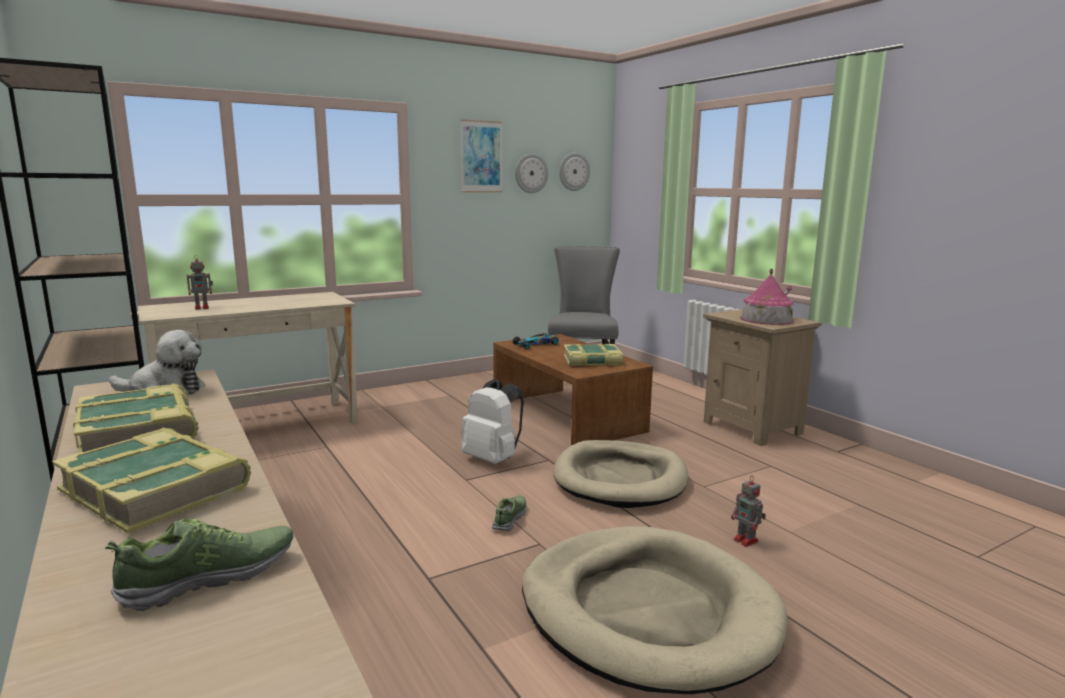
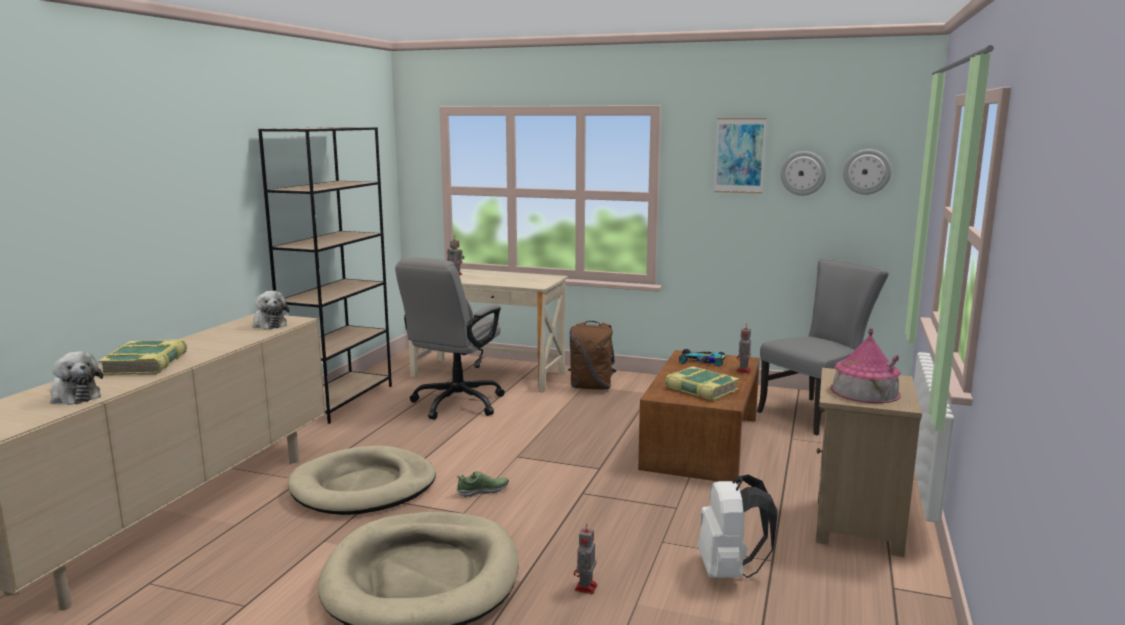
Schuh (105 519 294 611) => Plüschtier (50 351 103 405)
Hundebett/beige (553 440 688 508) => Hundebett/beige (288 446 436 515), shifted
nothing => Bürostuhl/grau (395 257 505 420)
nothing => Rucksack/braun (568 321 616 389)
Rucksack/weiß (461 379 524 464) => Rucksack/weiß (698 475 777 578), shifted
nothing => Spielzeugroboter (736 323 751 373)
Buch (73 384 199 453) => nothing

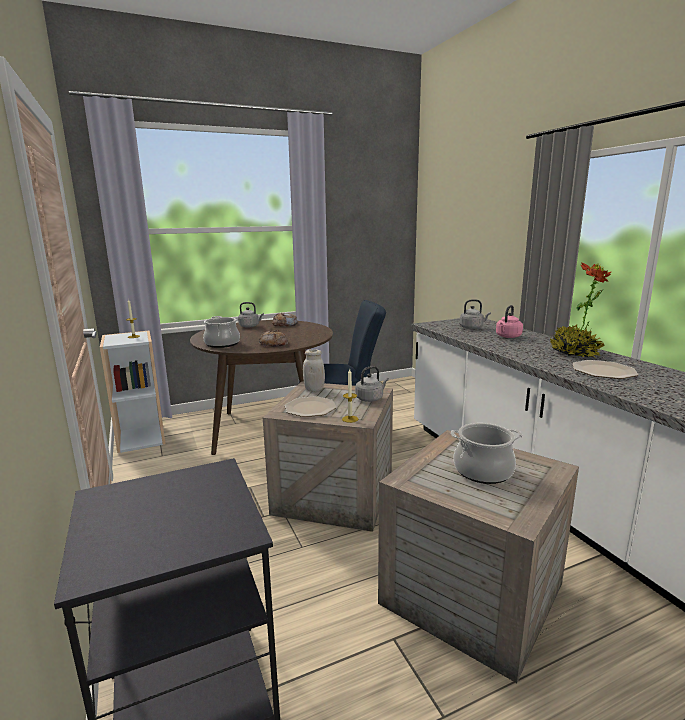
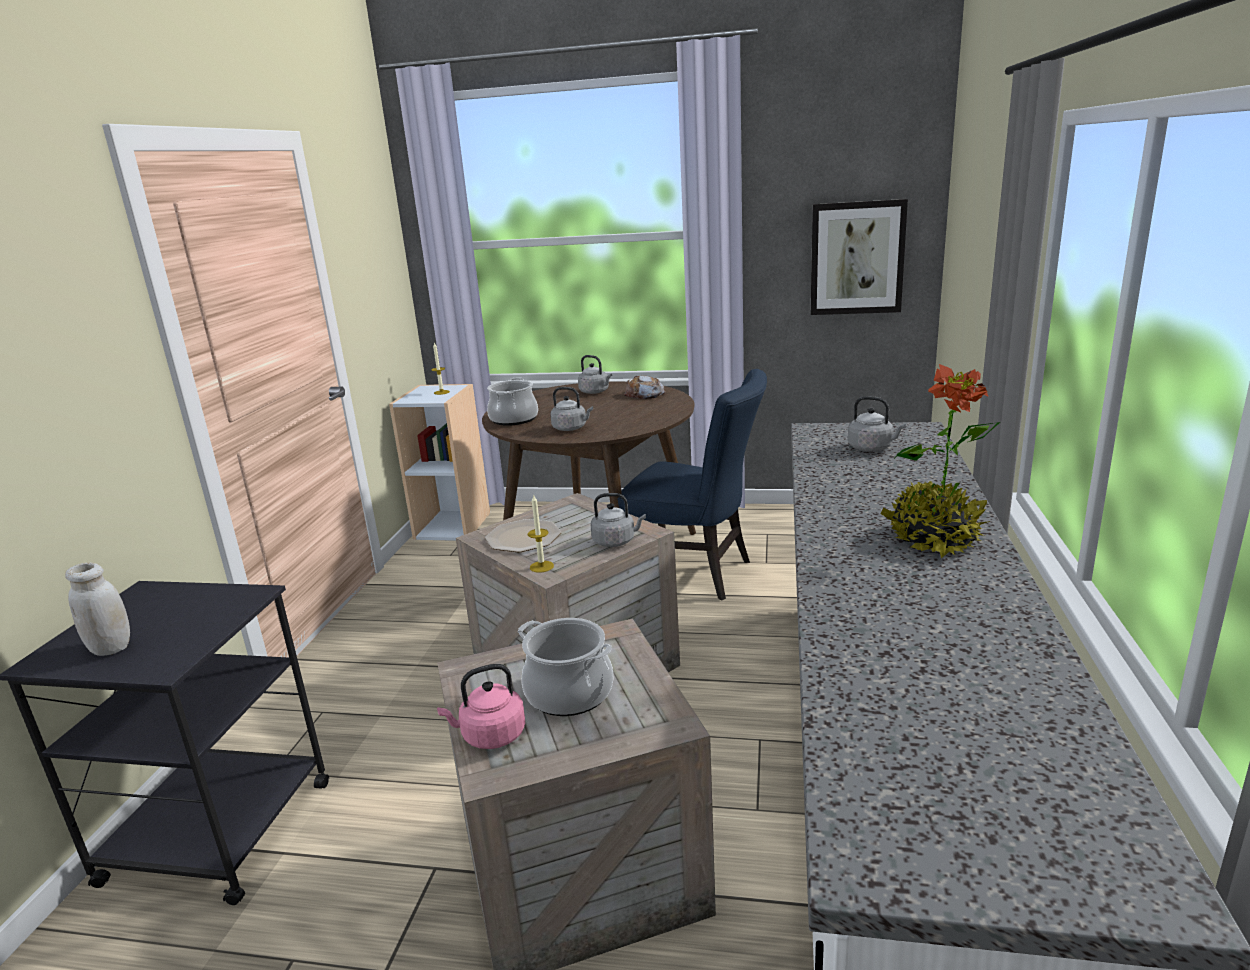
Vorratsglas/weiß (303 349 325 391) => Vorratsglas/weiß (65 562 130 656), shifted
Wasserkessel/rosa (496 305 523 338) => Wasserkessel/rosa (437 664 525 749), shifted
Brot (259 330 288 347) => Wasserkessel/grau (550 387 593 431)
nothing => Bild (811 199 908 315)
Teller (572 360 638 379) => nothing

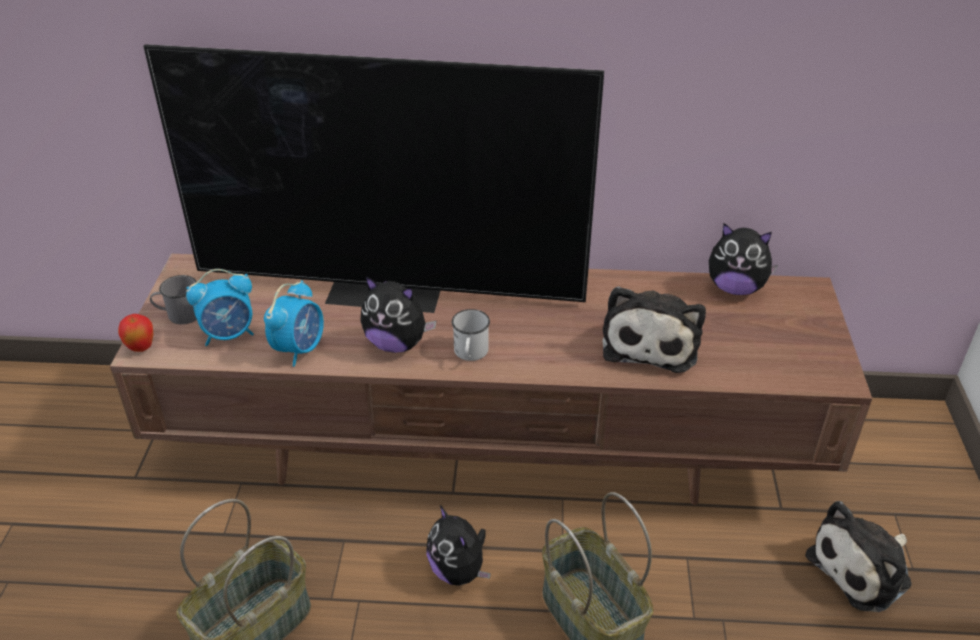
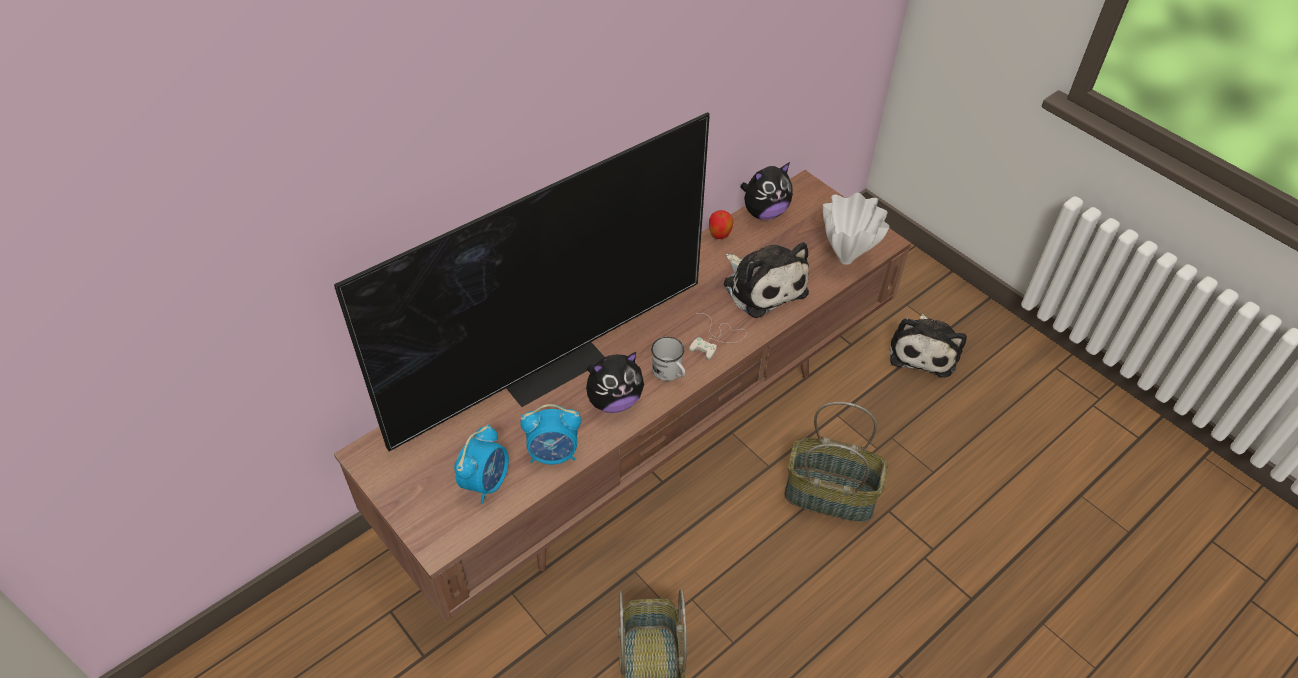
Wecker (264 280 324 367) => Wecker (520 404 581 464), 105 degrees clockwise
nothing => Gamepad/weiß (689 313 747 360)
Apfel (118 314 154 352) => Apfel (709 210 733 239), shifted
nothing => Vase/weiß (823 193 890 265)
Henkelbecher/grau (150 275 197 324) => nothing
Plüschtier (426 505 491 586) => nothing

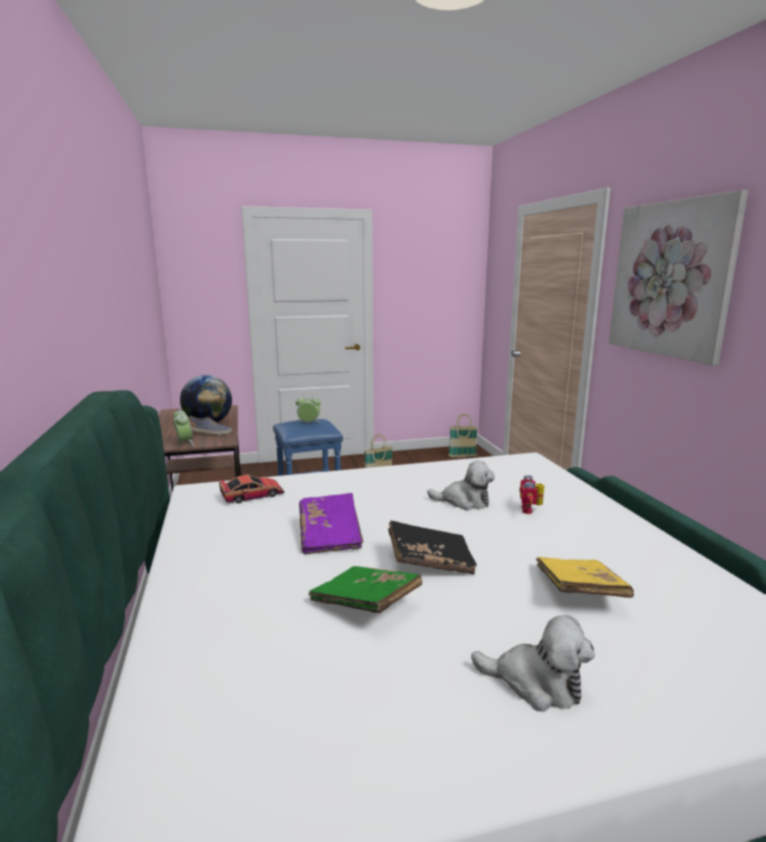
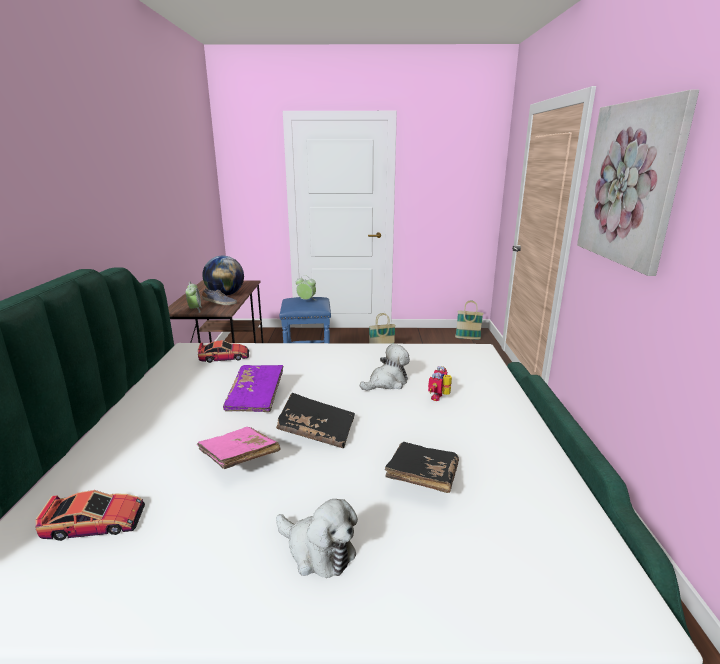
nothing => Spielzeugauto (35 490 145 541)
Buch/grün (308 566 422 613) => Buch/rosa (197 427 280 469)
Plüschtier (427 460 495 510) => Plüschtier (360 344 410 391), 60 degrees counterclockwise
Buch/gelb (536 557 634 598) => Buch/schwarz (385 442 459 493)

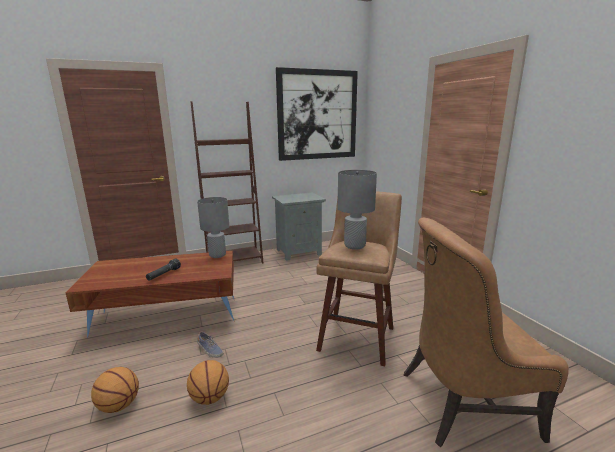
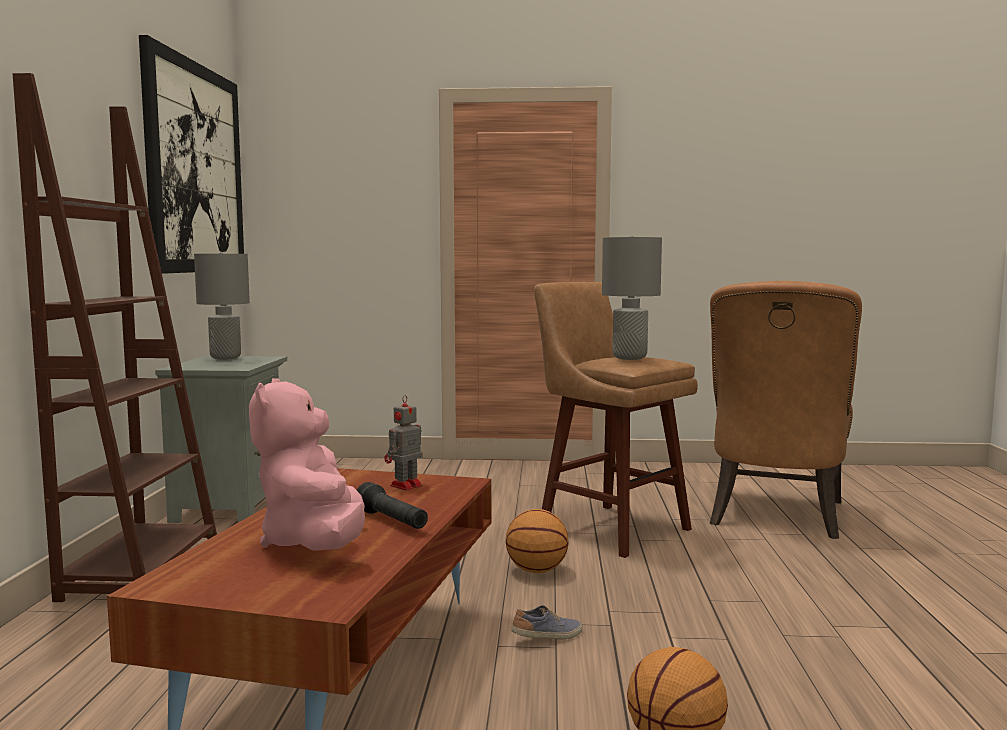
Tischlampe/grau (197 197 229 258) => Tischlampe/grau (194 252 250 360), shifted
nothing => Plüschtier/rosa (249 378 365 551)
nothing => Spielzeugroboter (385 395 422 491)
Basketball (187 360 229 405) => Basketball (506 509 568 573), shifted

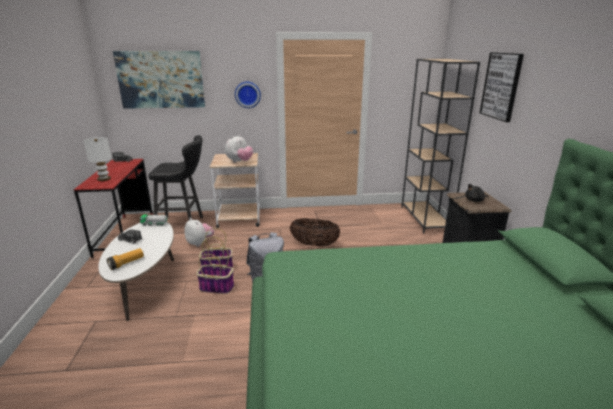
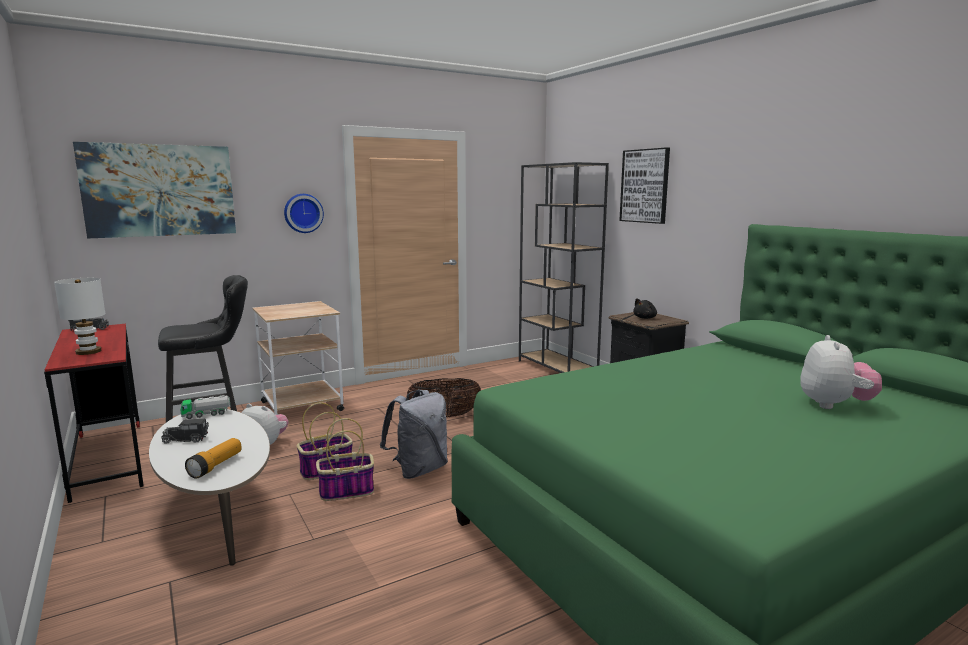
Plüschtier (225 135 253 163) => Plüschtier (800 335 882 409), shifted

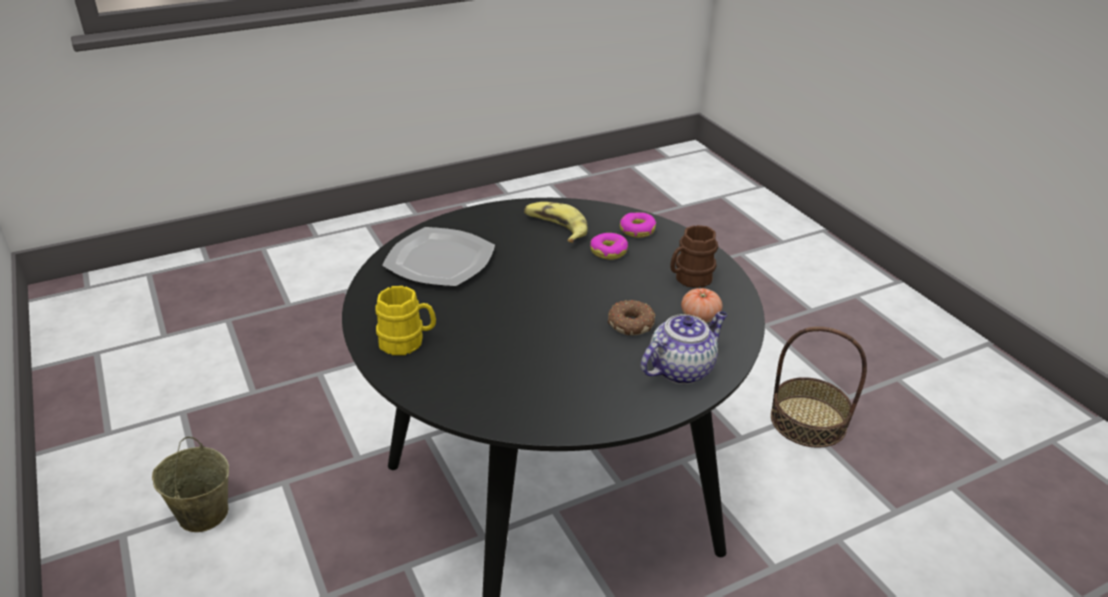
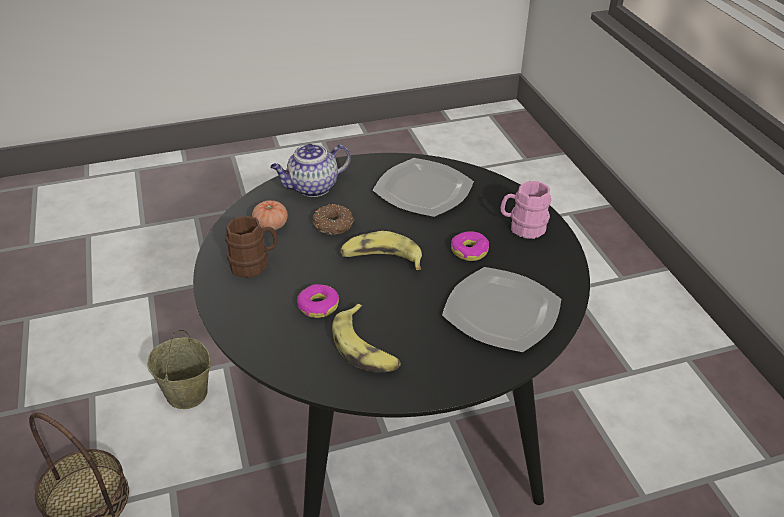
Eimer/beige (152 437 229 532) => Eimer/beige (147 330 211 409), shifted
nothing => Banane (340 231 422 270)
nothing => Teller (373 158 474 217)
Donut (620 212 656 238) => Donut (451 231 489 261), shifted
Henkelbecher/gelb (375 286 436 355) => Henkelbecher/rosa (500 181 551 239)

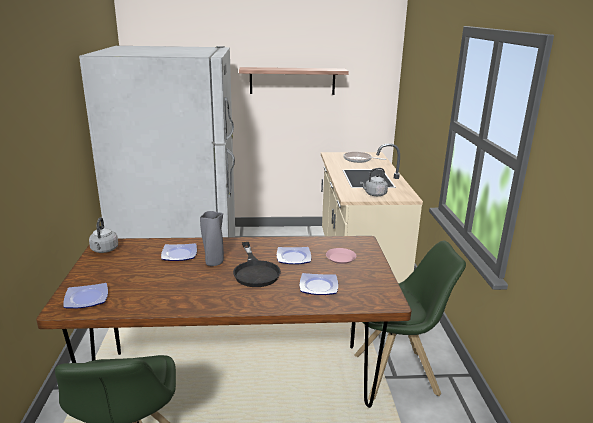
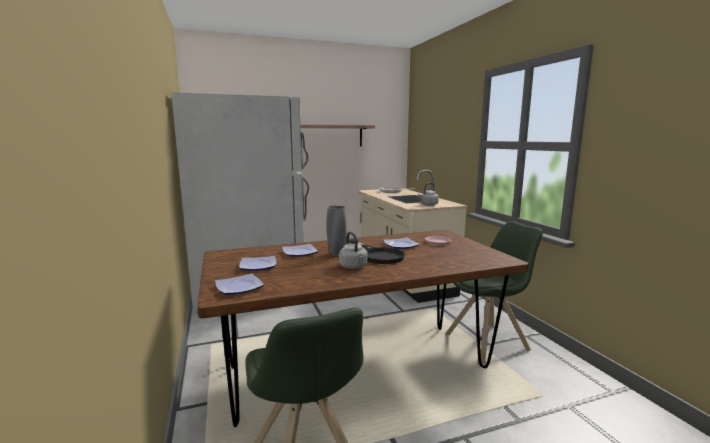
Teller (300 273 338 295) => Teller (239 256 277 271), shifted
Wasserkessel/grau (89 217 118 253) => Wasserkessel/grau (339 232 367 269), shifted

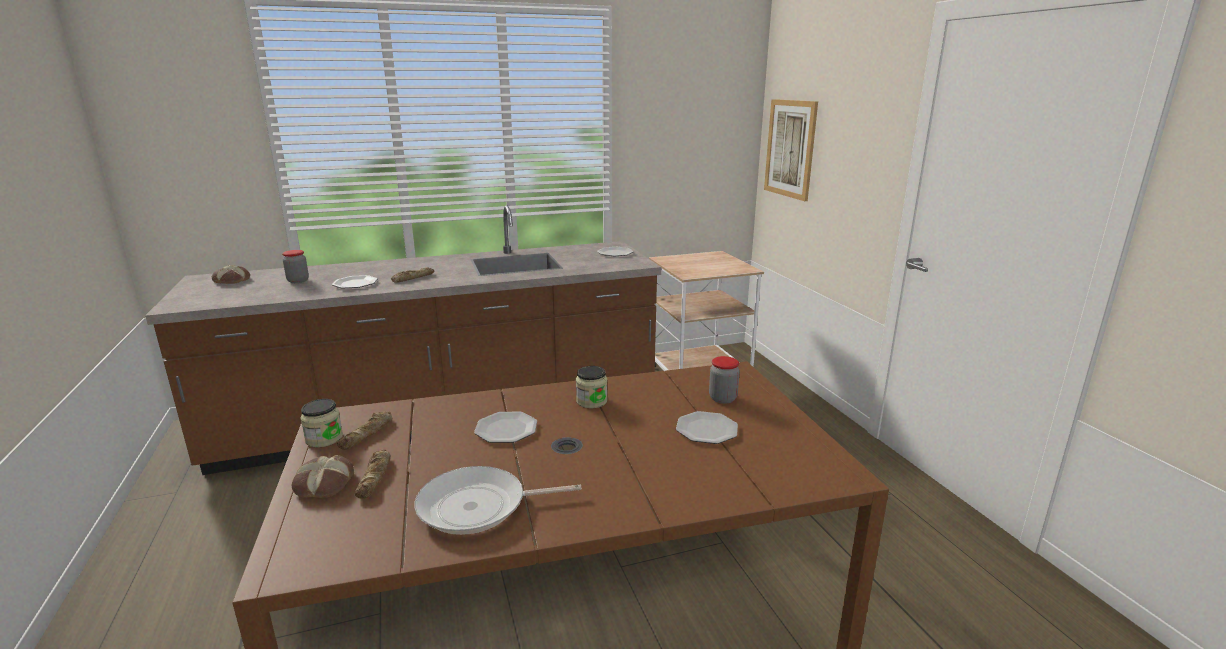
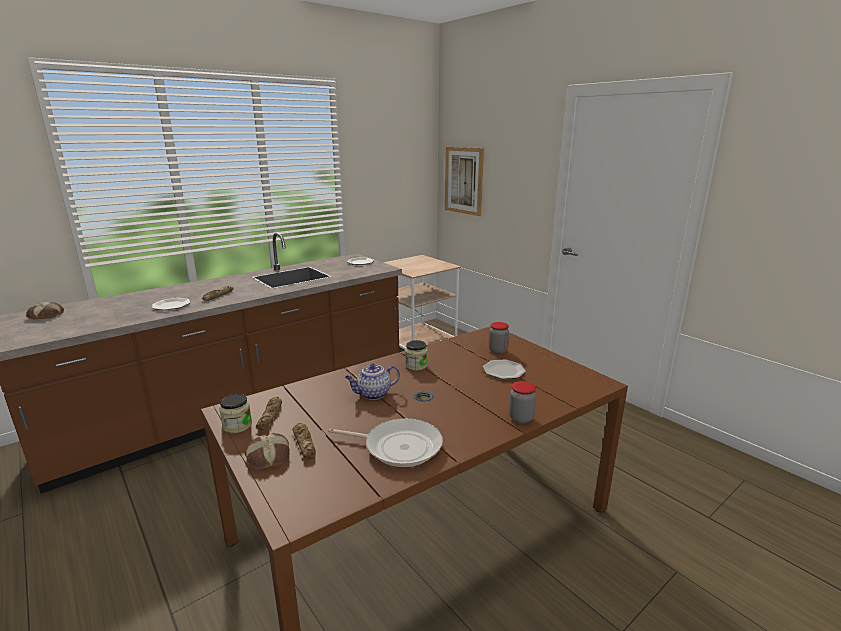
Pfanne (415 466 582 535) => Pfanne (328 418 443 467), 135 degrees counterclockwise
Teller (474 412 537 443) => Teekanne (345 364 400 400)
Vorratsglas (282 250 309 283) => Vorratsglas (509 381 536 423), shifted

